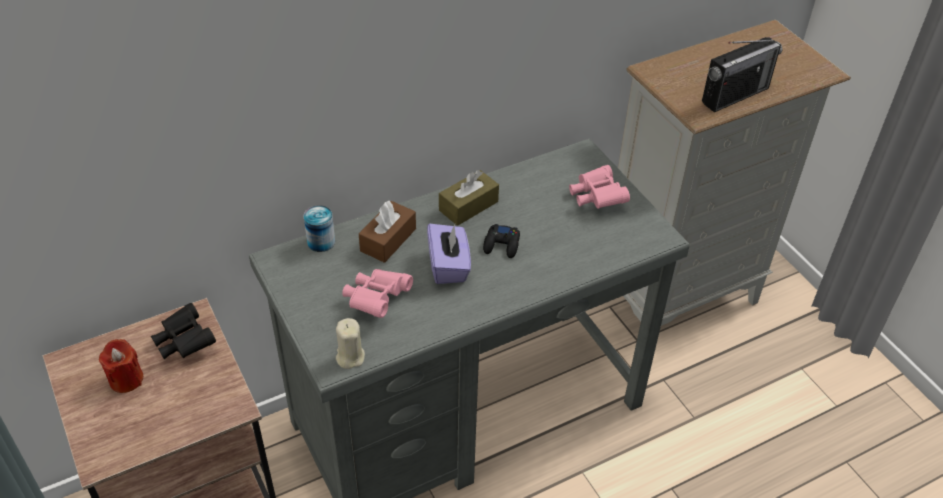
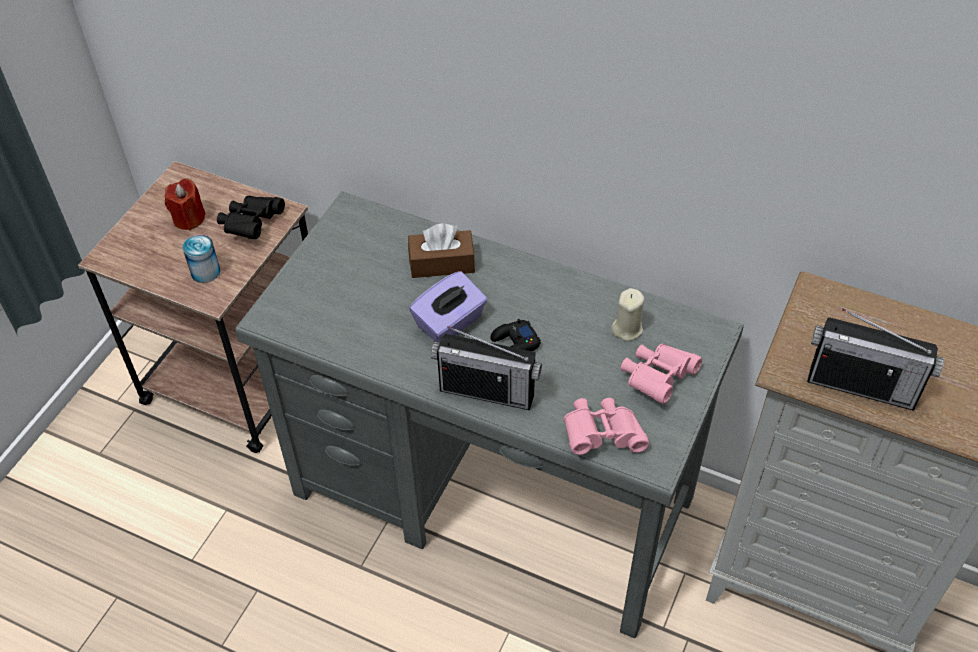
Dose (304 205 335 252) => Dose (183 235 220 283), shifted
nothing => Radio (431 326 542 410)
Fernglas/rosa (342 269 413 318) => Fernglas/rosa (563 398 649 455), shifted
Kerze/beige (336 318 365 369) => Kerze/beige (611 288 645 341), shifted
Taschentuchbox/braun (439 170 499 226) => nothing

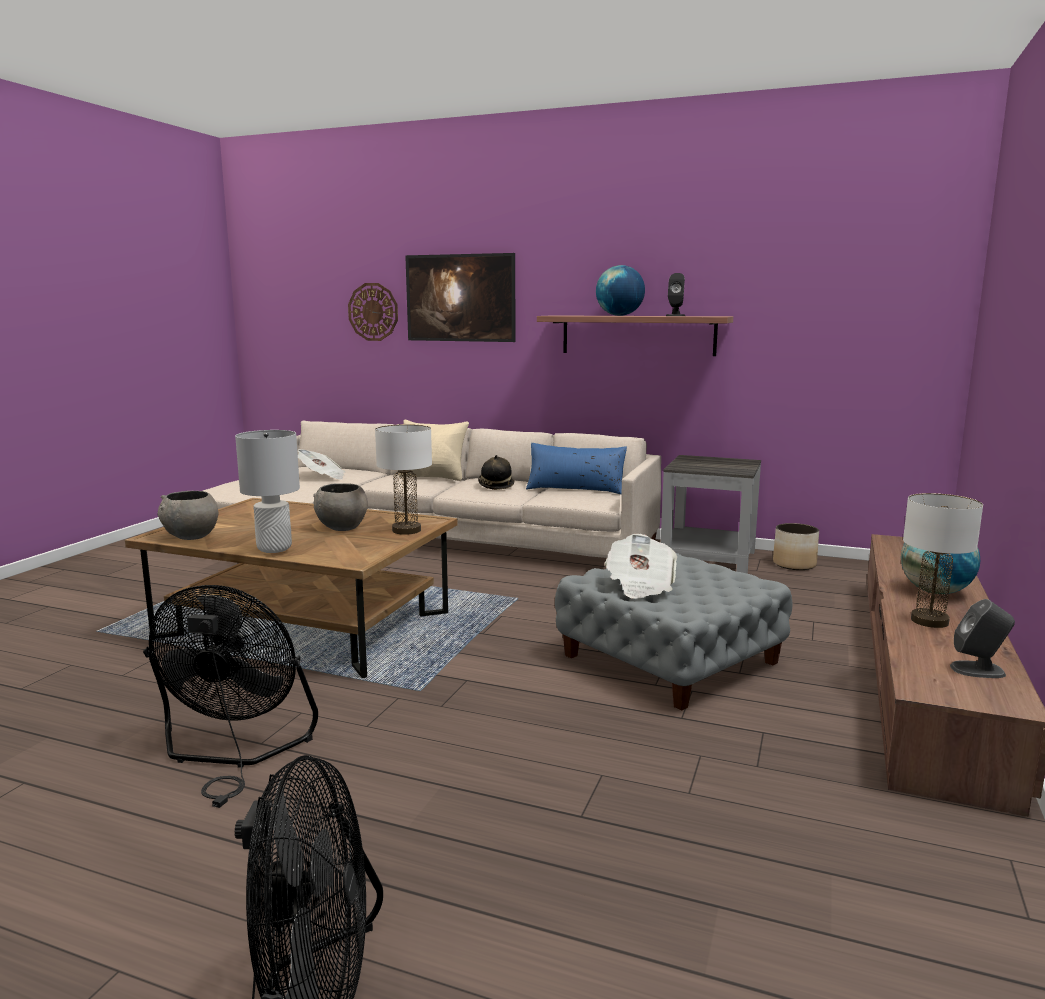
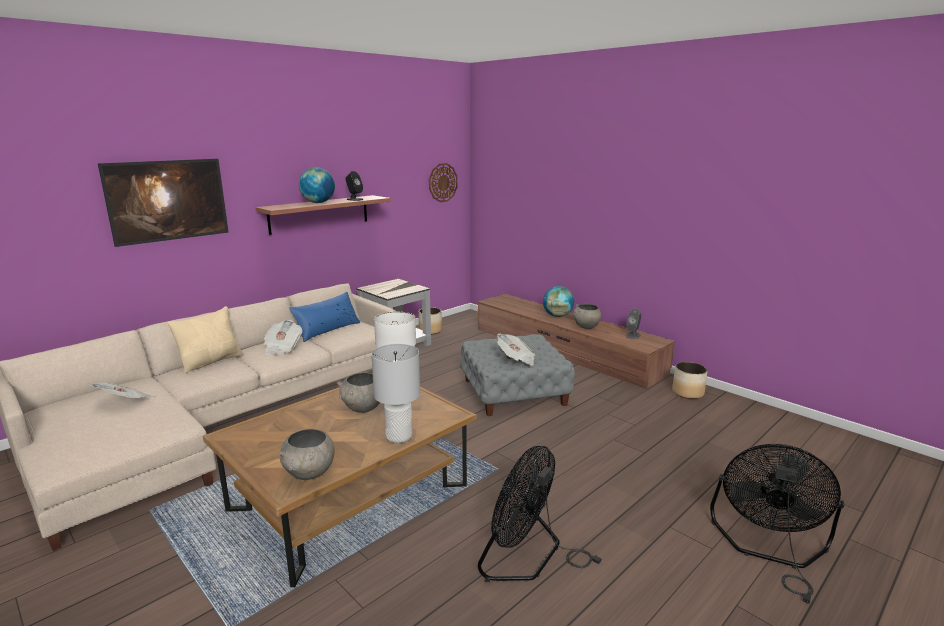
Hut (478 455 515 490) => Zeitung (263 320 303 355)
Wanduhr (348 283 398 341) => Wanduhr (429 163 458 202), shifted
Tischlampe (903 493 983 628) => Schüssel/grau (573 304 601 329)
nothing => Pflanzkübel (672 362 708 399)

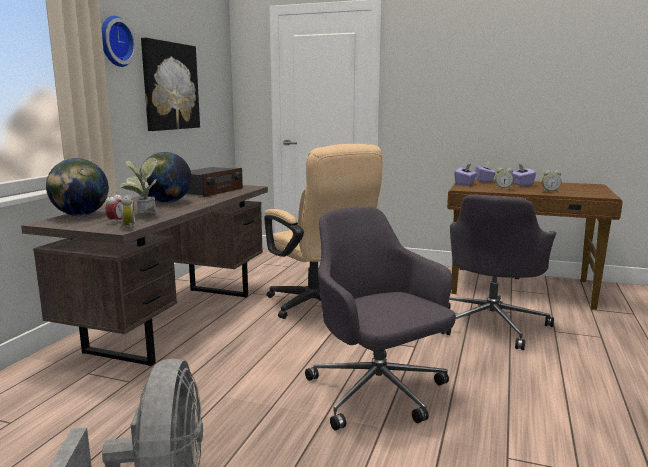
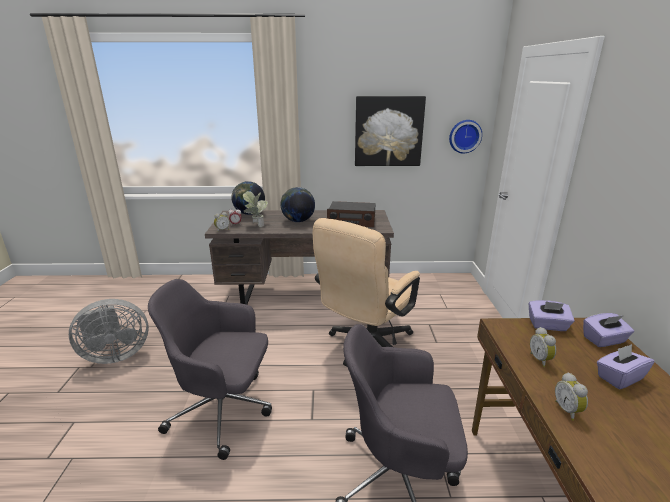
Bürostuhl/grau (305 206 456 431) => Bürostuhl/grau (148 279 272 460), 120 degrees counterclockwise
Wanduhr (101 16 137 67) => Wanduhr (449 120 482 153), shifted

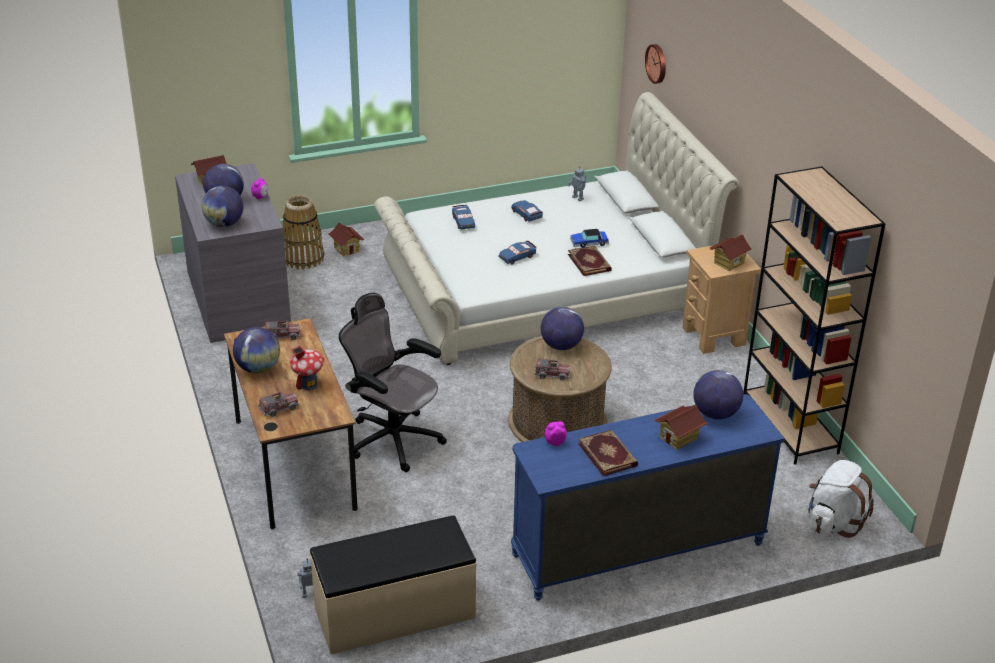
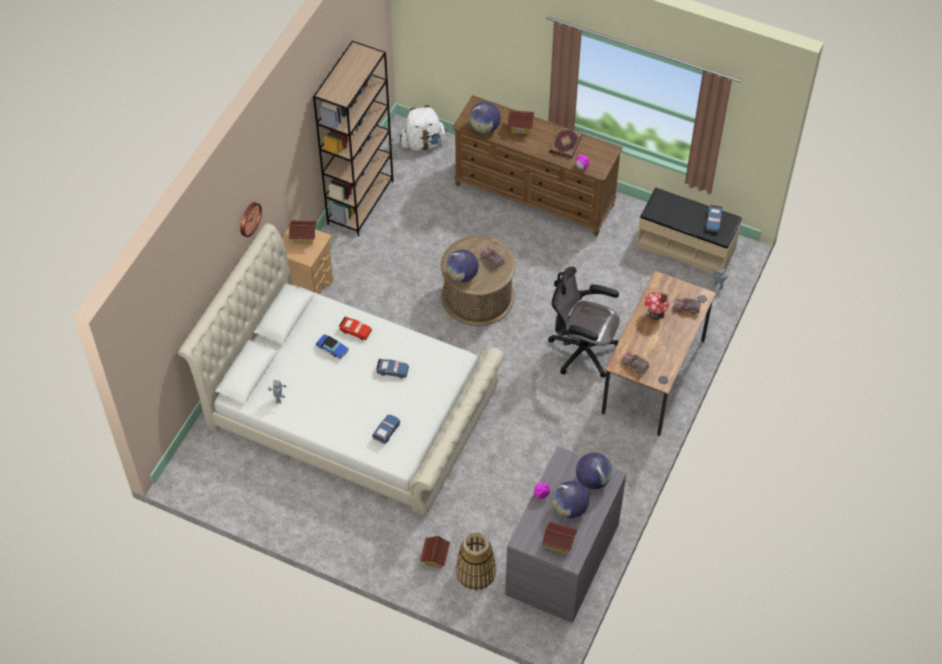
Wanduhr (645 44 666 84) => Wanduhr (240 202 262 237), shifted
Buch (568 246 612 276) => Spielzeugauto/rot (339 317 372 340)
Kommode/blau (511 394 785 601) => Kommode/braun (453 95 623 236)
Bürostuhl (339 293 447 472) => Bürostuhl (548 266 620 378), 120 degrees clockwise
Spielzeugauto/blau (511 200 543 222) => Spielzeugauto/blau (706 205 723 233), shifted
Globus (233 327 280 373) => nothing

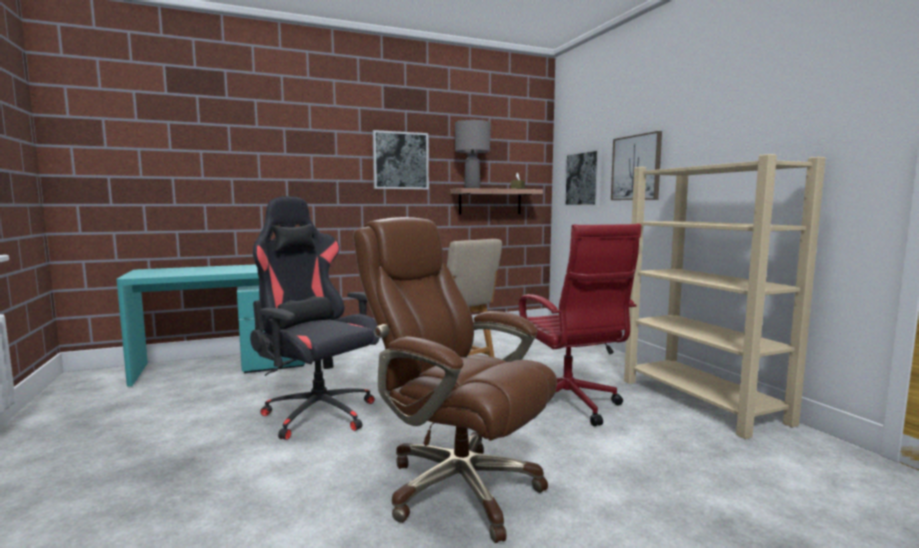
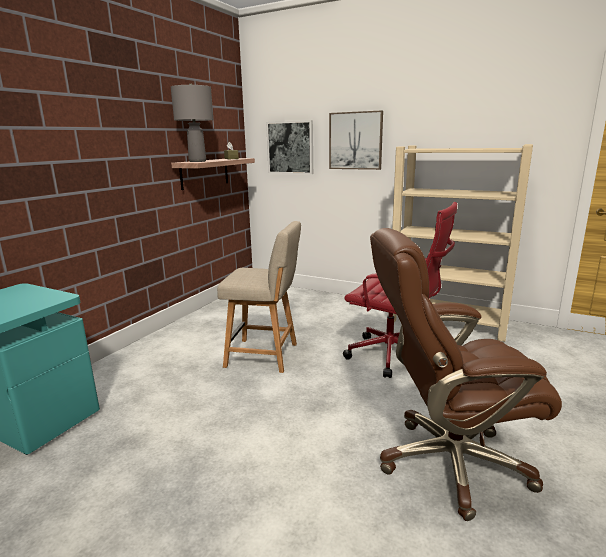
Bürostuhl/schwarz (250 196 379 440) => nothing
Bild (373 130 429 189) => nothing

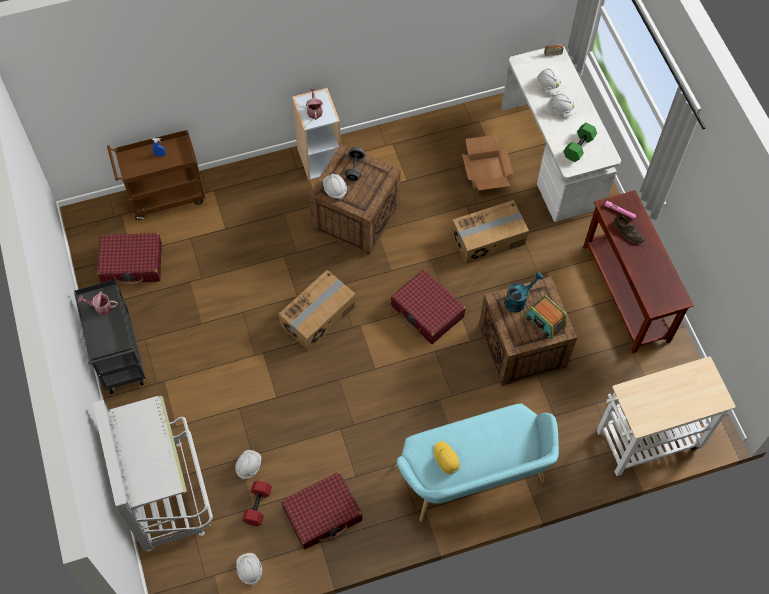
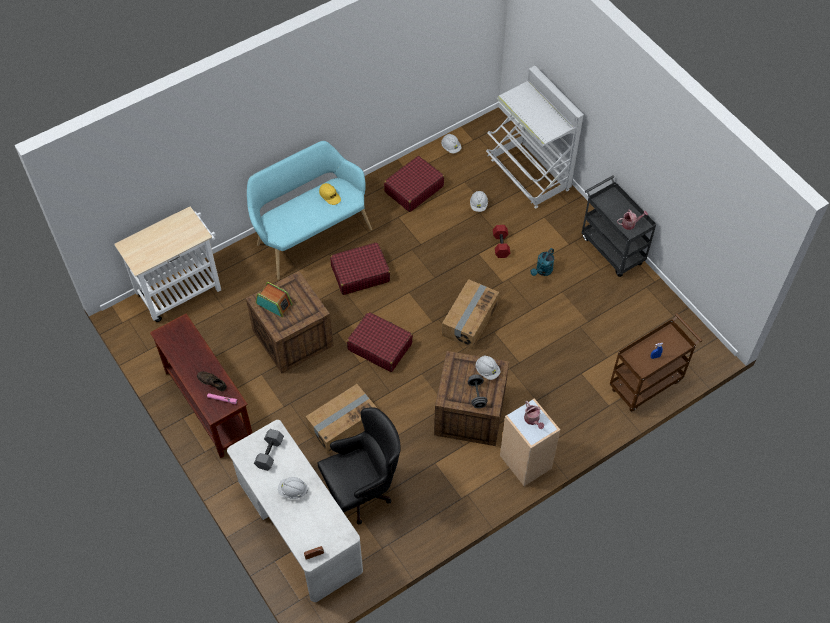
Hantel/grün (564 123 597 162) => Hantel/grau (254 429 284 471)
Karton (462 135 513 190) => Bürostuhl/schwarz (318 407 401 524)
Koffer/rot (97 233 162 286) => Koffer/rot (330 242 390 295), shifted
Hantel/rot (242 480 272 526) => Hantel/rot (493 225 510 258), shifted
Gießkanne/türkis (504 272 544 312) => Gießkanne/türkis (531 248 554 276), shifted
Schutzhelm/weiß (537 69 563 94) => nothing

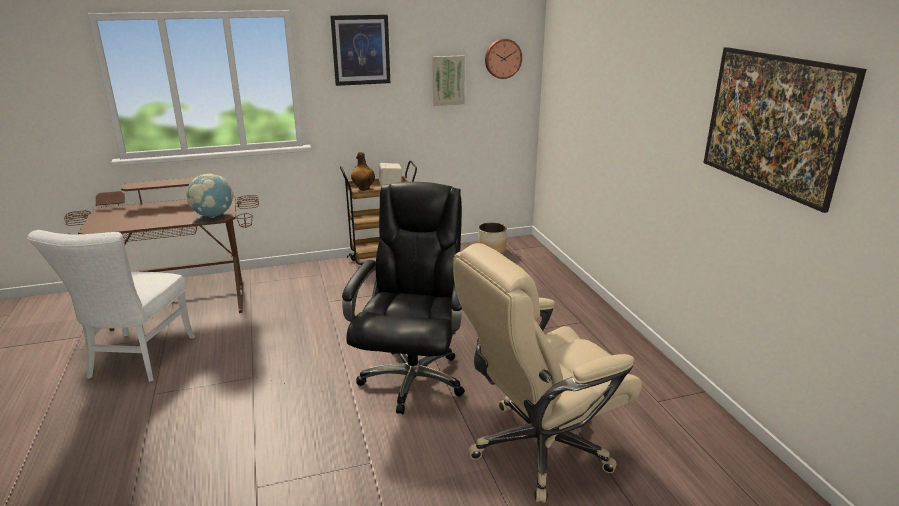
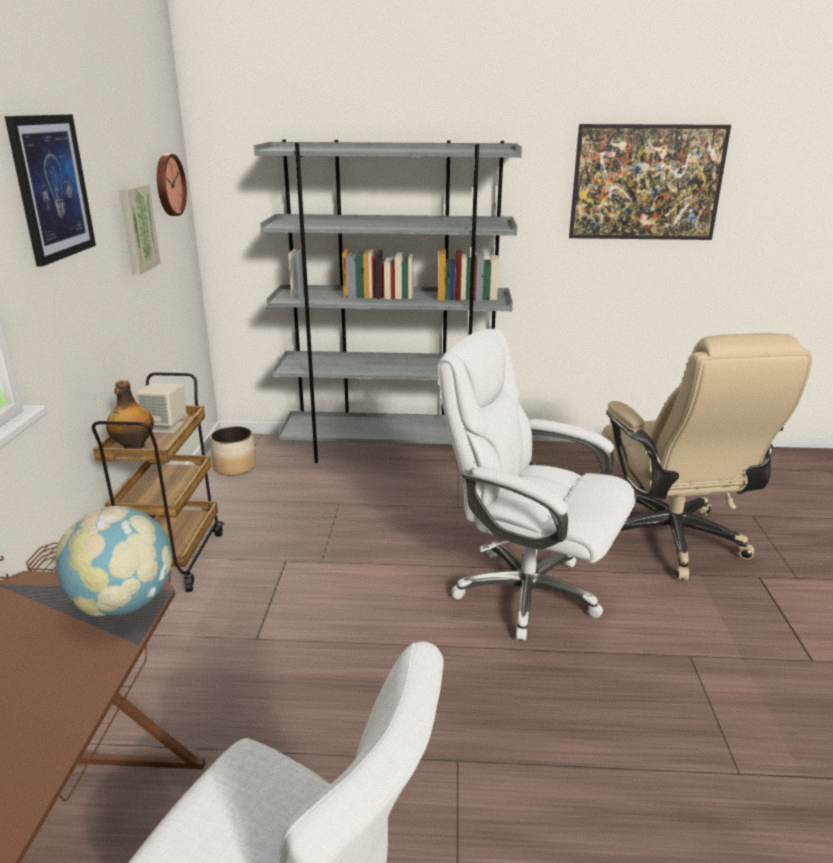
nothing => Bücherregal/grau (254 139 522 463)
Bürostuhl/schwarz (342 182 465 414) => Bürostuhl/weiß (438 329 636 641)

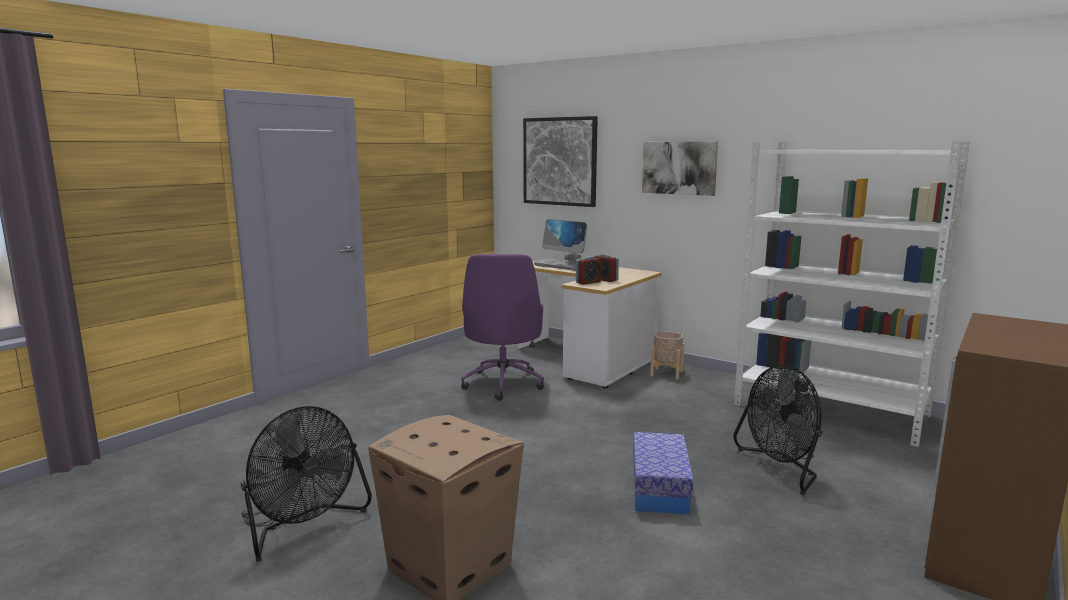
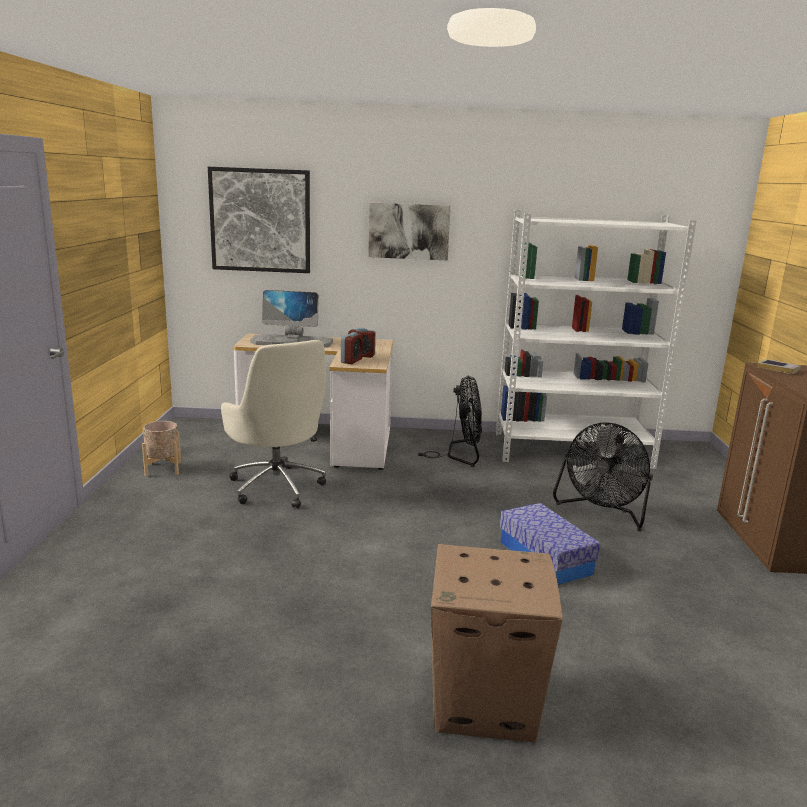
Pflanzkübel/beige (650 331 685 380) => Pflanzkübel/beige (142 421 181 477), shifted
Bürostuhl/lila (461 254 544 401) => Bürostuhl/beige (221 340 326 508)
Ventilator/schwarz (241 406 372 562) => Ventilator/schwarz (417 376 482 467), shifted
nothing => Buch (757 359 801 374)

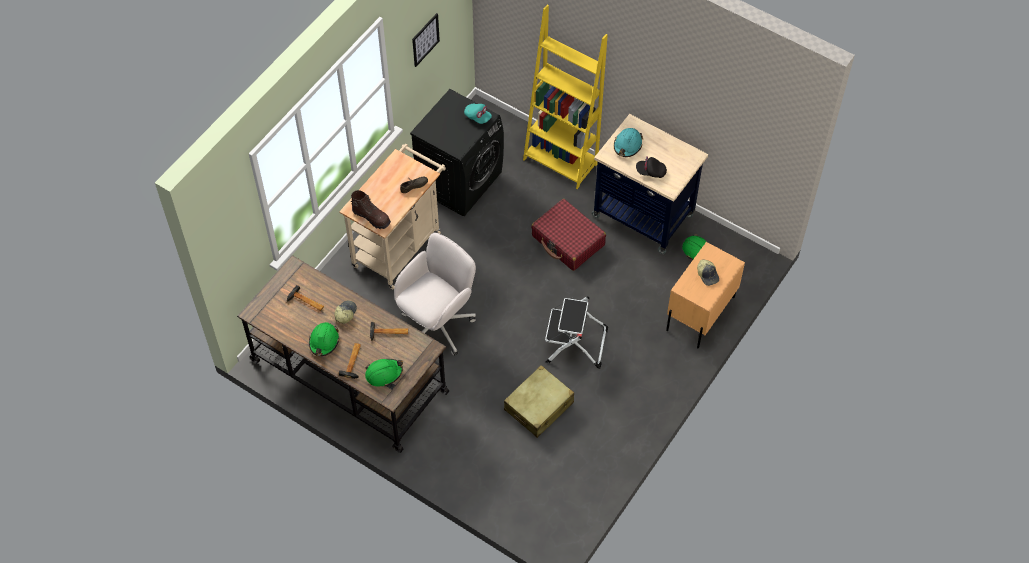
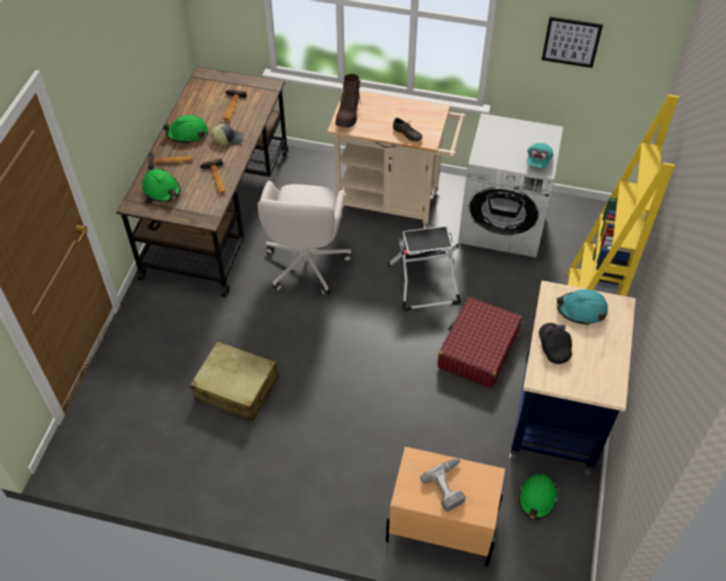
Bürostuhl/weiß (394 232 476 356) => Bürostuhl/weiß (258 180 351 295), 75 degrees clockwise
Trittleiter (545 296 608 369) => Trittleiter (388 226 461 312), shifted
Kappe (697 259 719 286) => Bohrmaschine (420 459 466 512)
Waschmaschine/schwarz (410 89 504 216) => Waschmaschine/weiß (458 113 563 257)

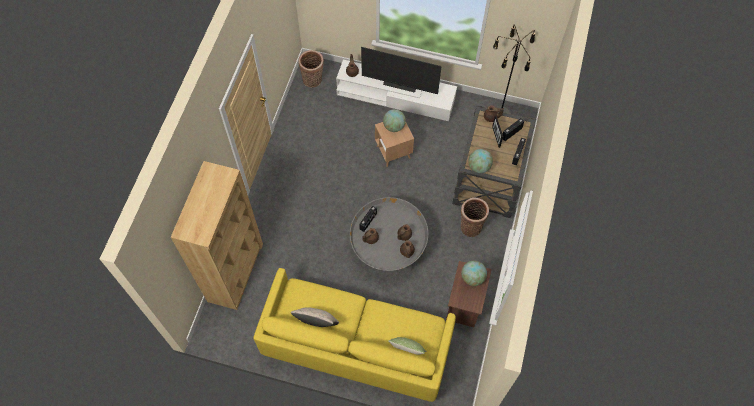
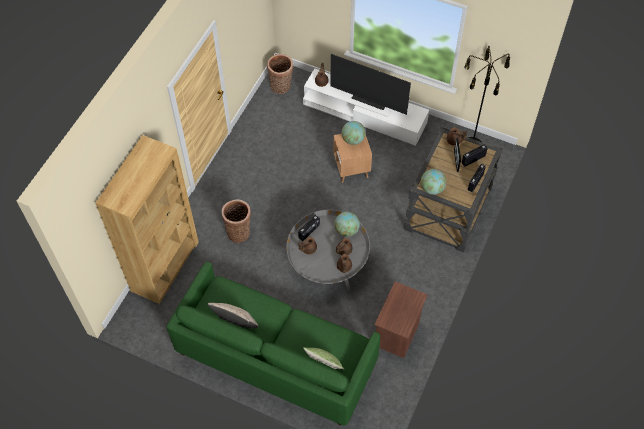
Sofa/gelb (253 268 456 402) => Sofa/grün (166 261 380 426)
Korb (461 198 489 237) => Korb (221 199 251 243), shifted
Globus (461 261 487 286) => Globus (335 212 360 237), shifted

